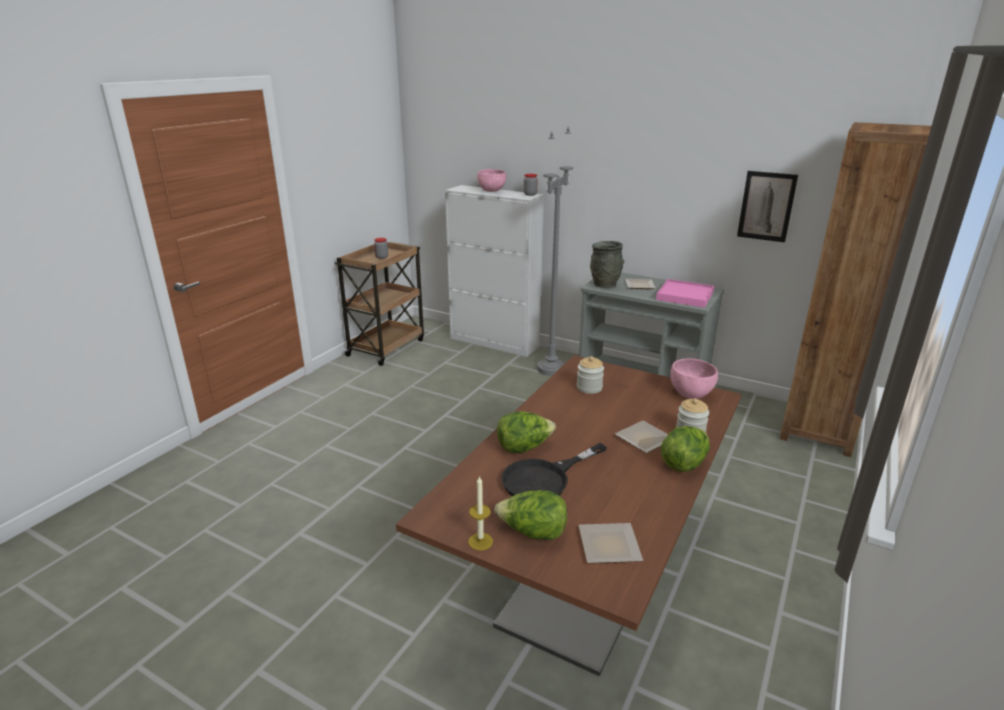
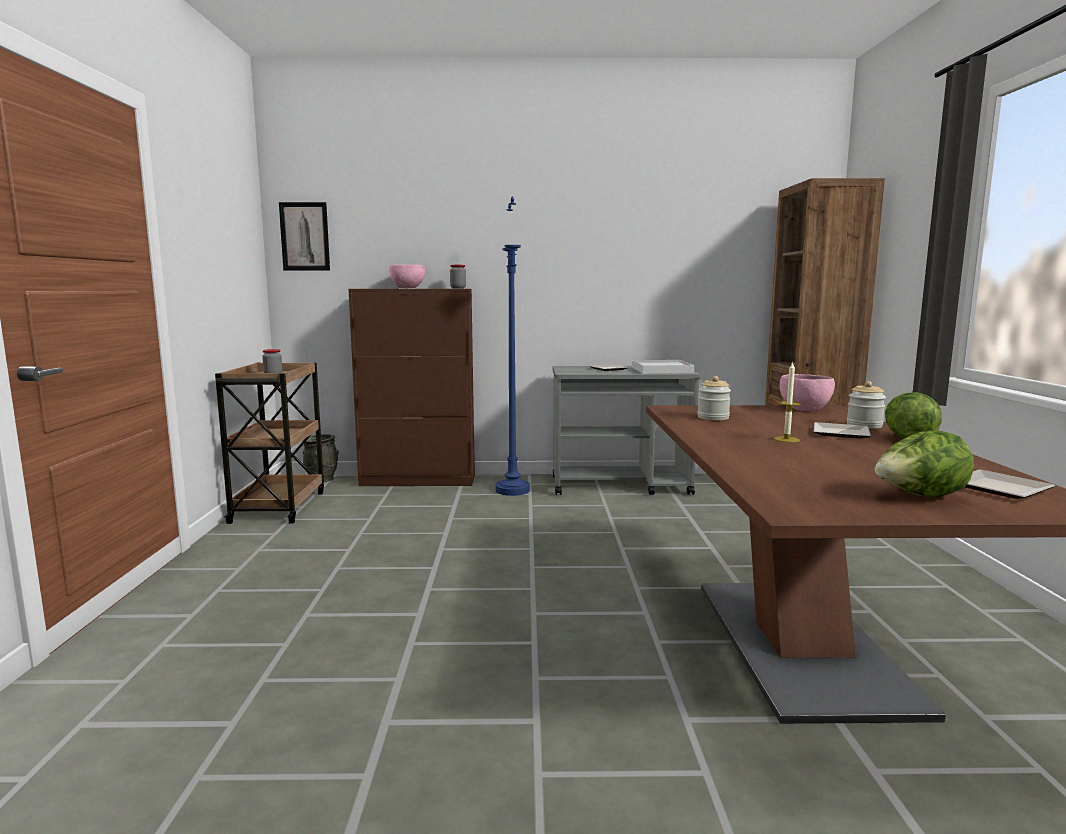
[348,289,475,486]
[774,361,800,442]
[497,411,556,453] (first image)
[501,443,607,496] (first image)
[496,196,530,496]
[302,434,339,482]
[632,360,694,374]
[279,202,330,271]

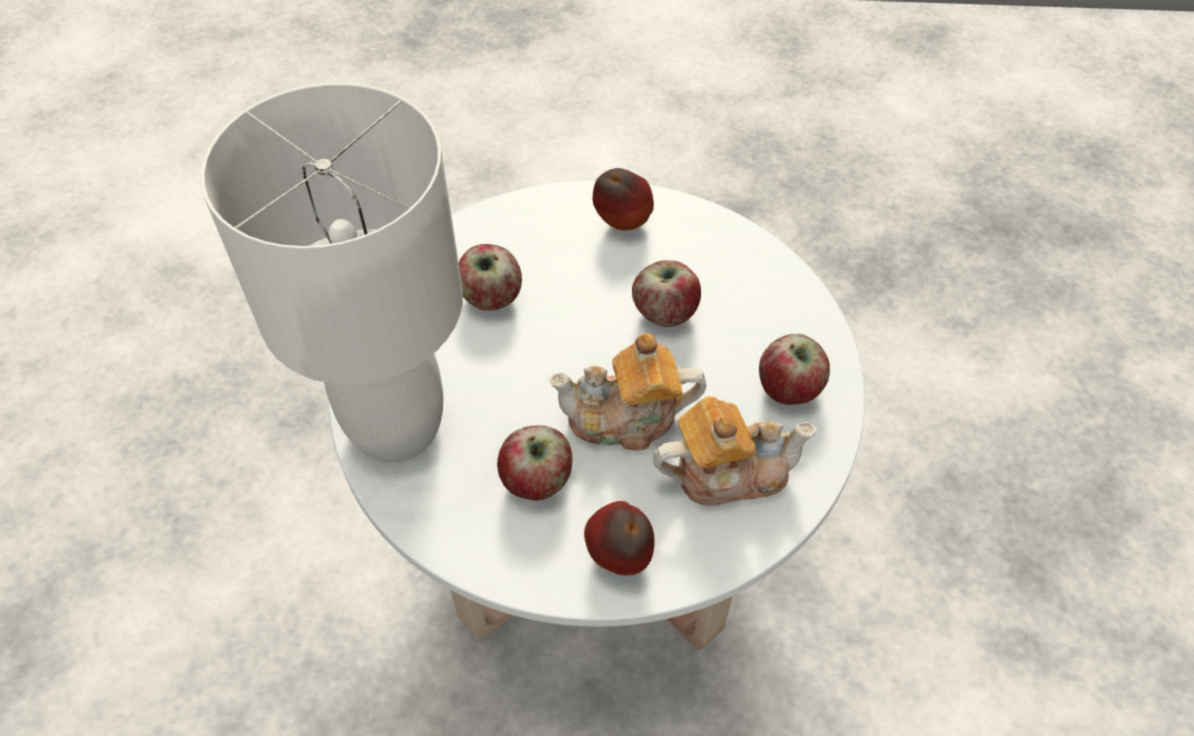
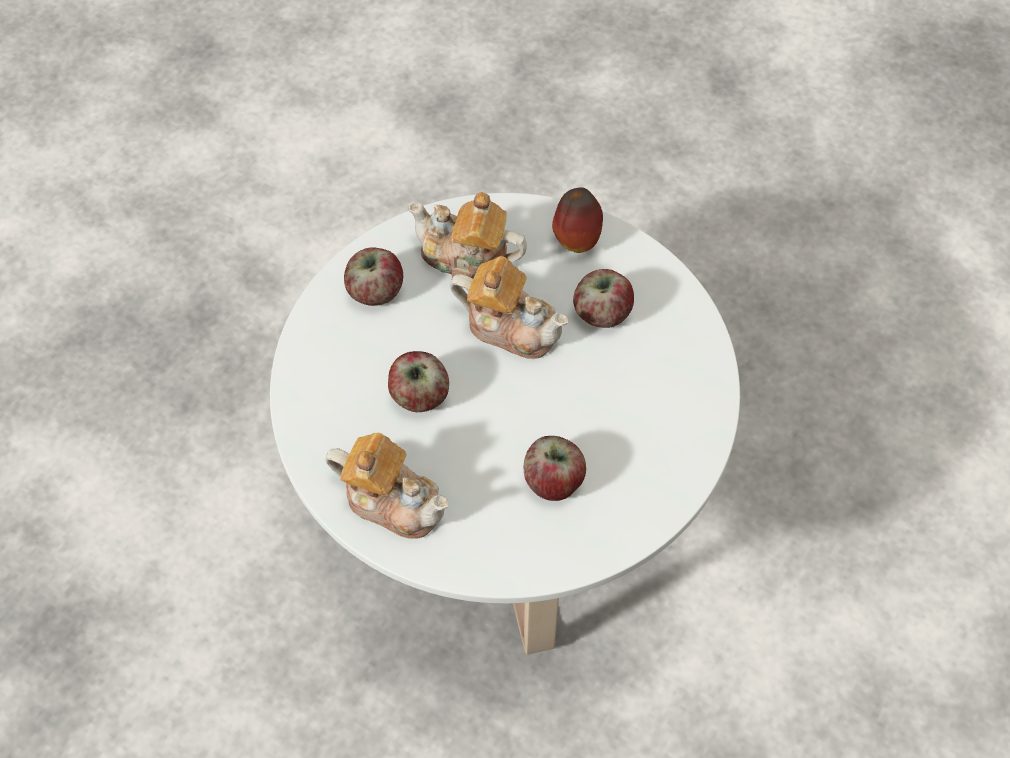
[201,83,463,462] (first image)
[326,433,448,539]

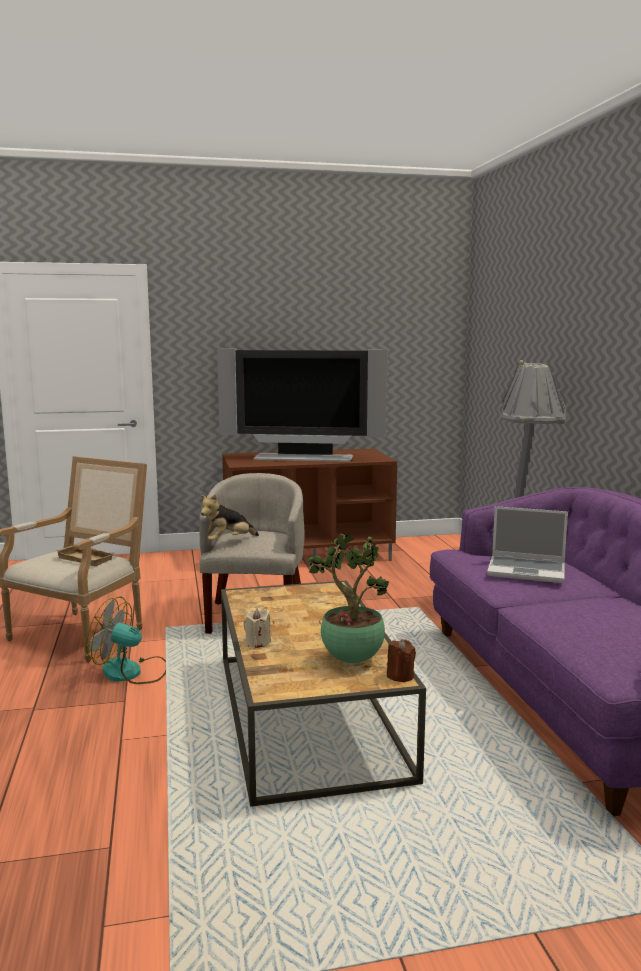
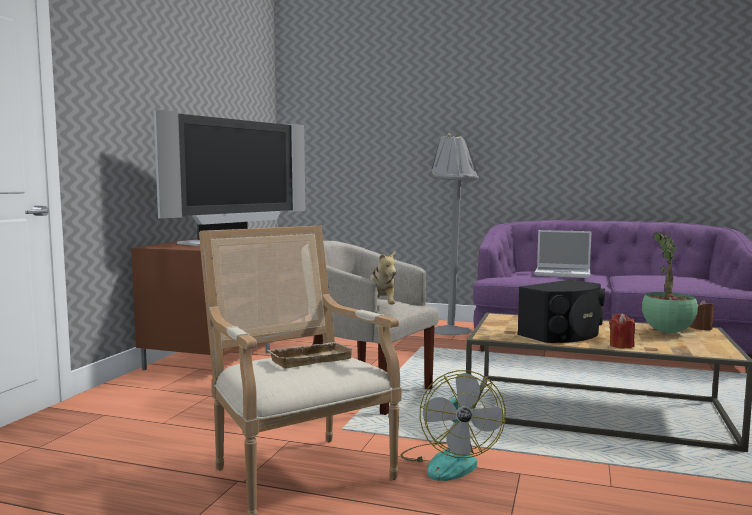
[401,370,506,481]
[609,313,635,348]
[535,230,592,278]
[517,280,605,343]

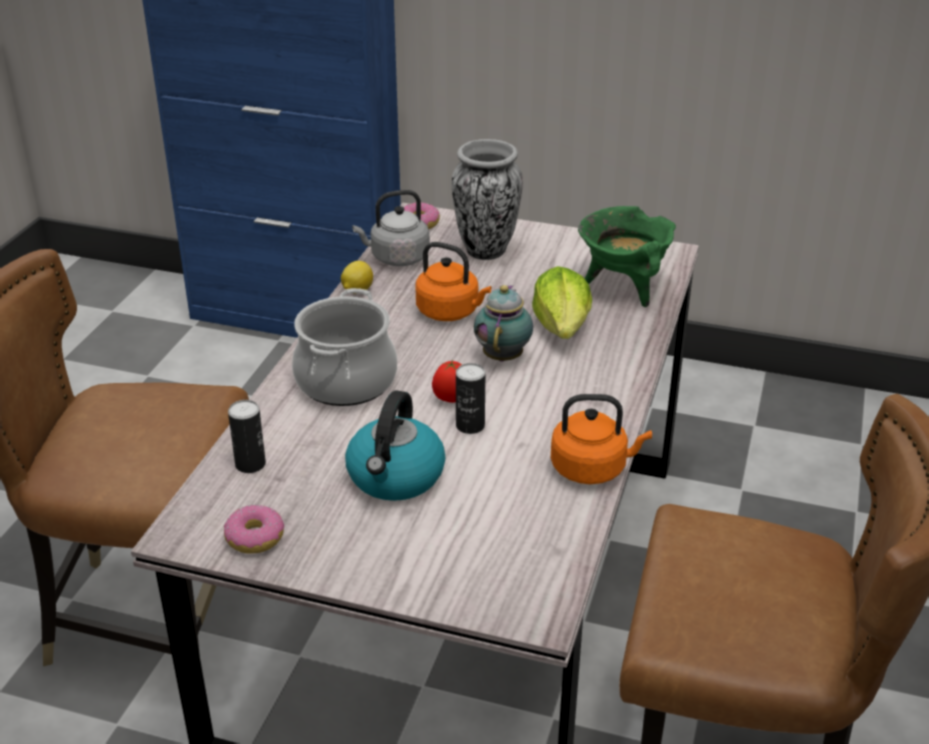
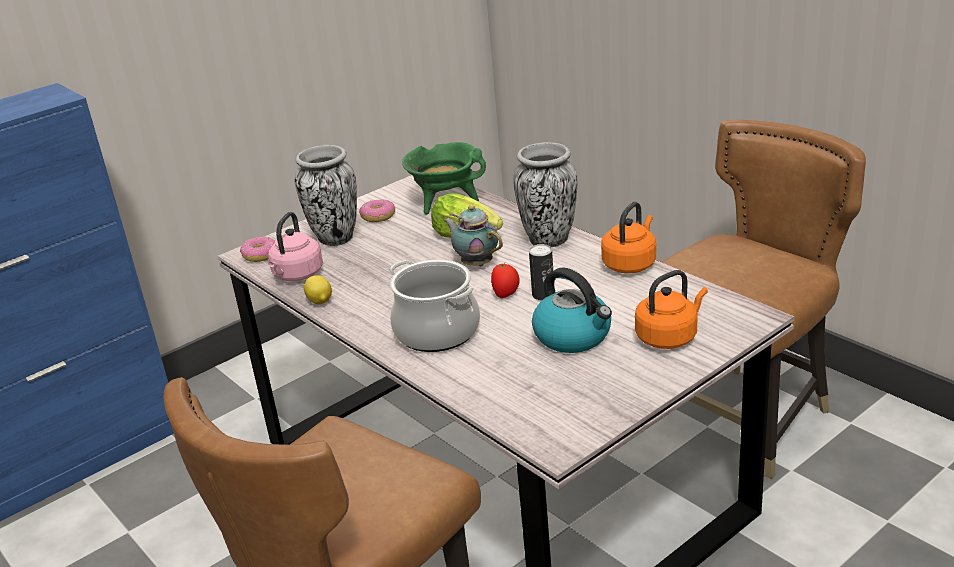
[359,199,395,222]
[228,400,266,473] (first image)
[268,212,323,281]
[635,270,708,349]
[513,142,577,247]

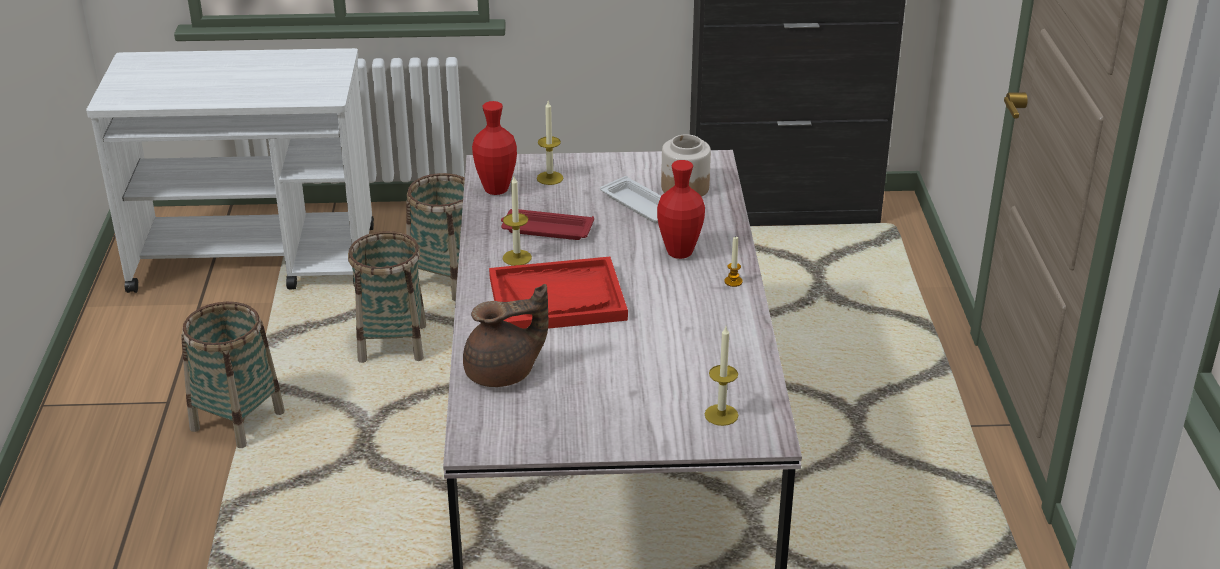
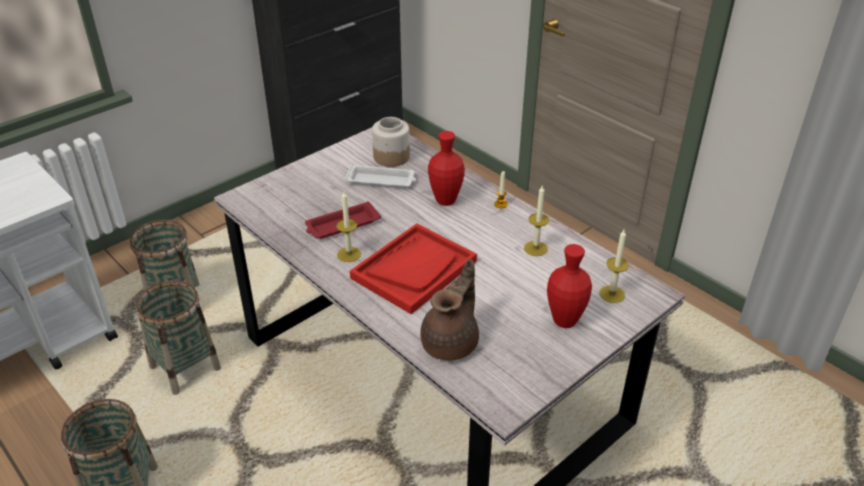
[547,244,592,328]
[524,186,549,256]

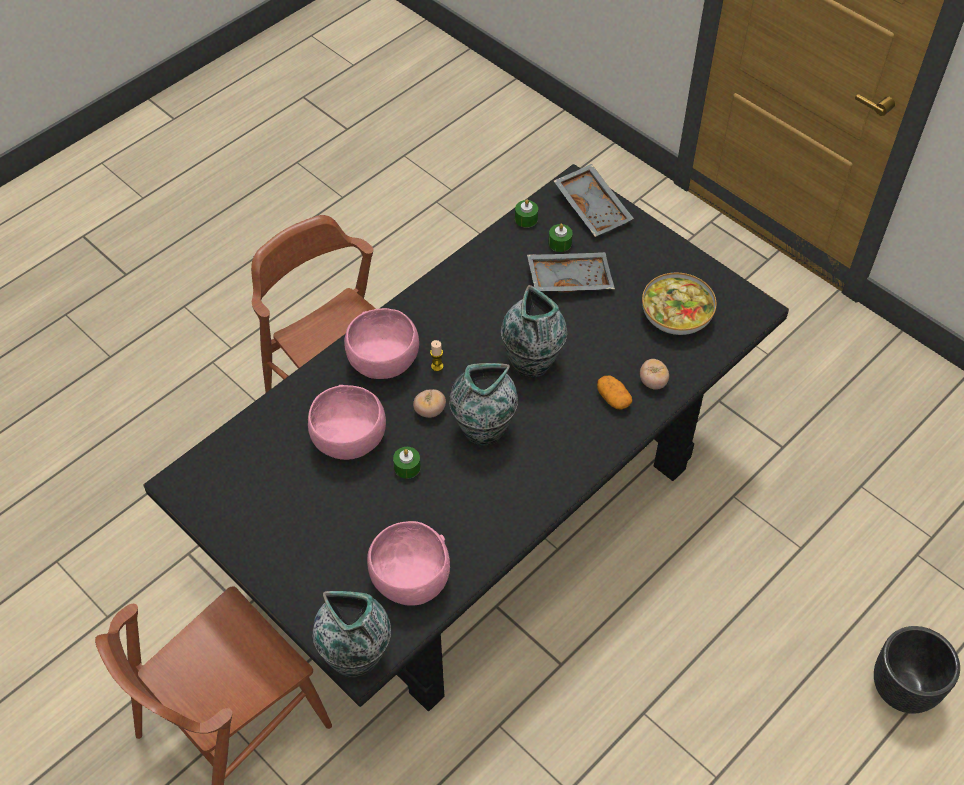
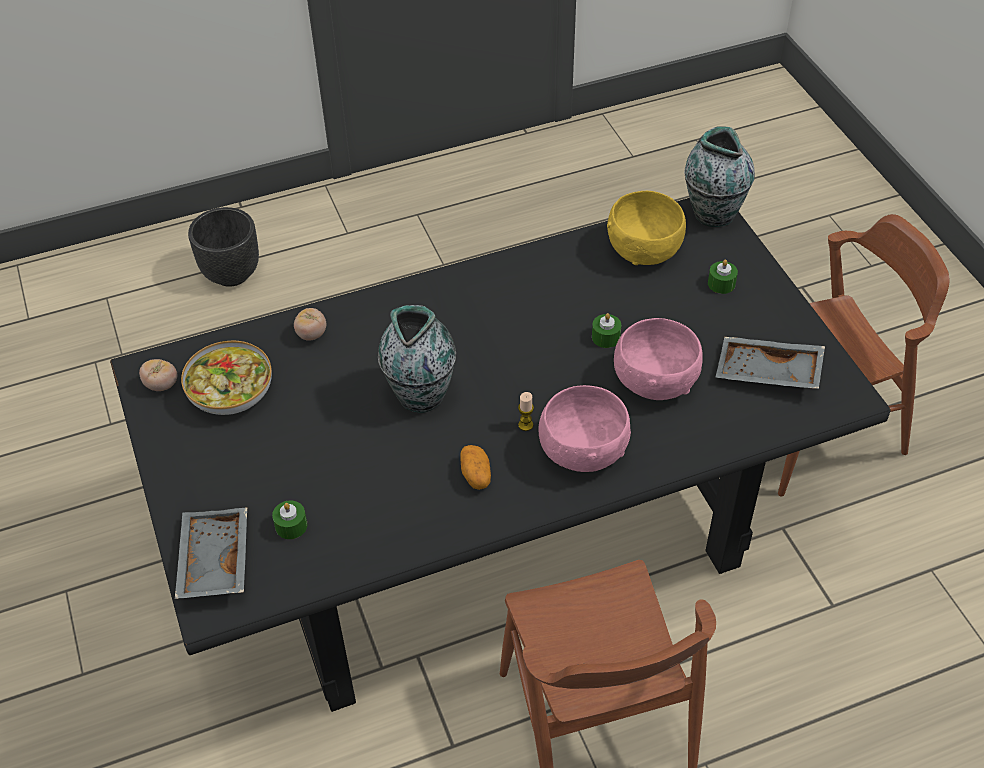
[607,191,686,265]
[139,359,177,391]
[449,363,518,445] (first image)
[708,260,738,294]
[715,337,825,389]
[460,445,491,490]

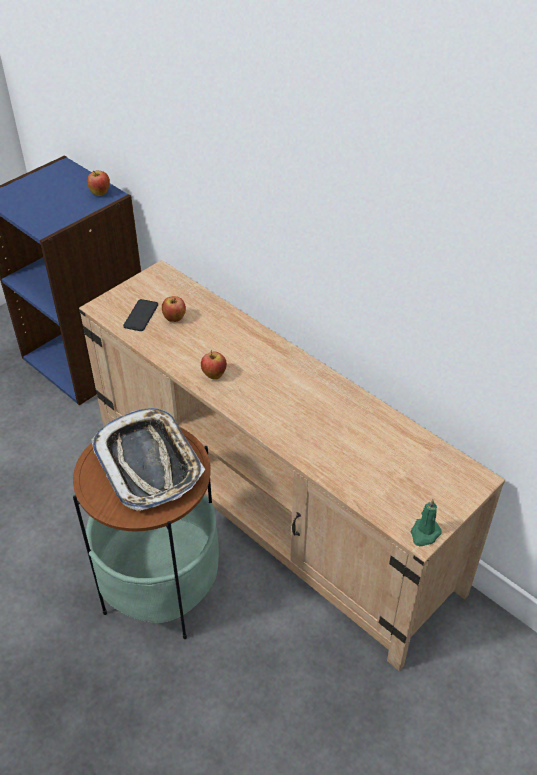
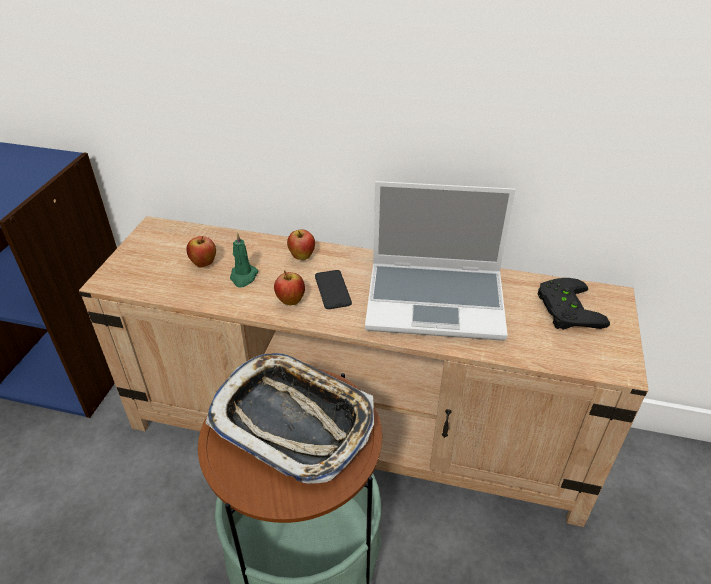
[287,230,315,260]
[315,270,352,309]
[230,232,258,288]
[365,181,516,340]
[537,278,610,330]

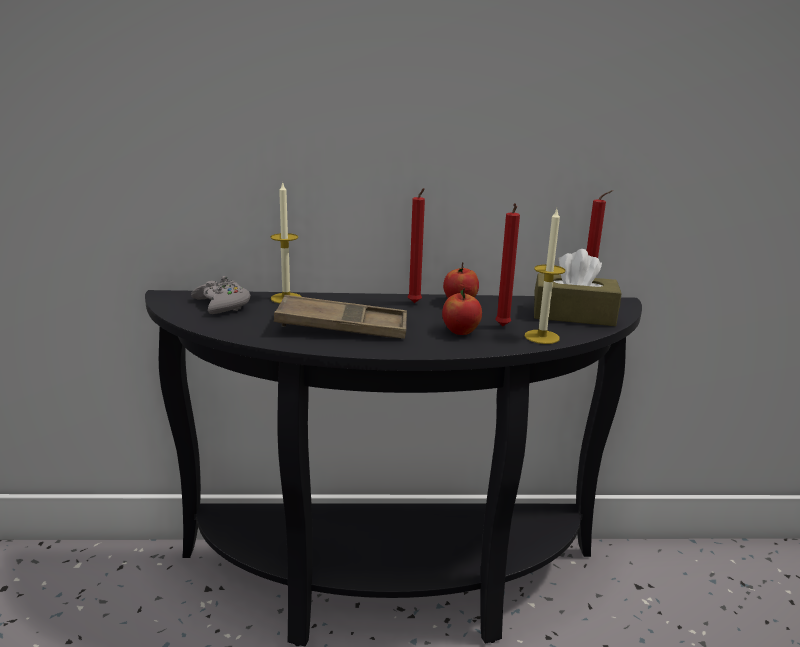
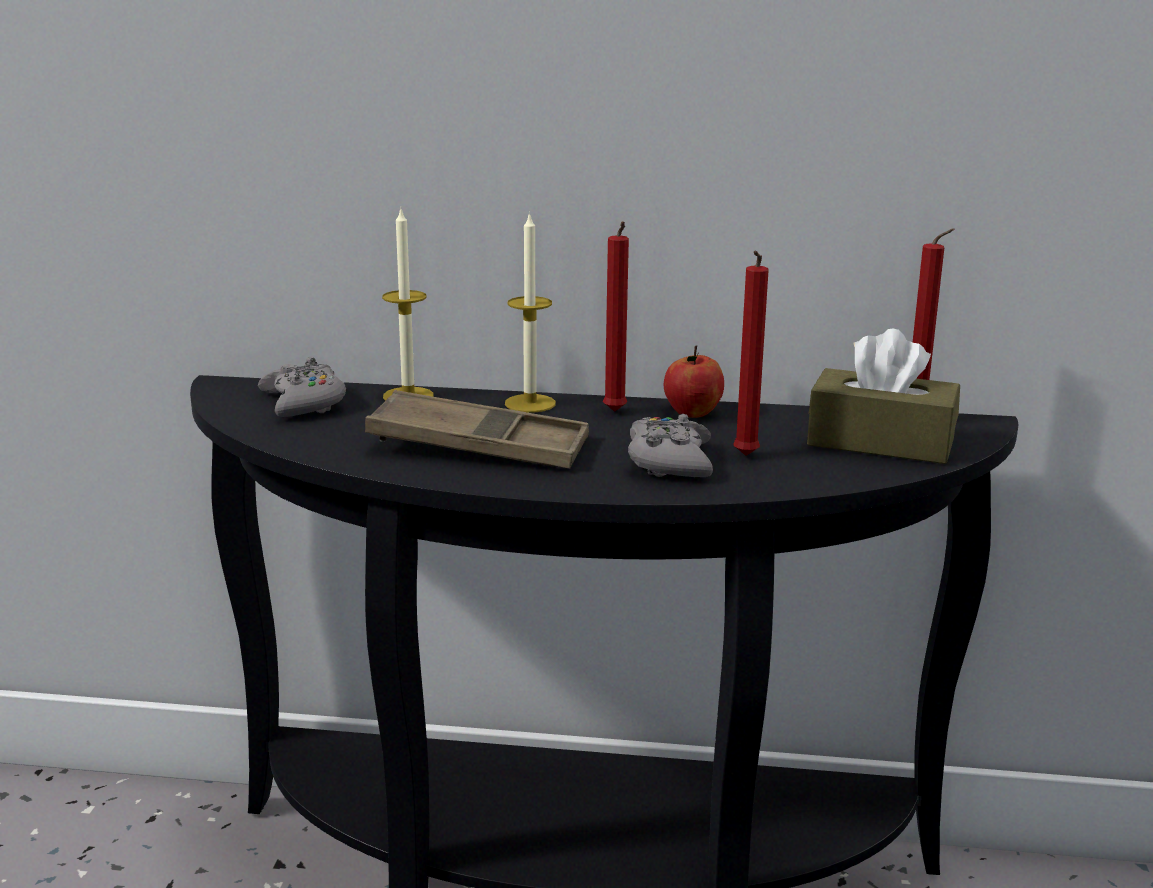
[628,414,713,477]
[505,212,556,413]

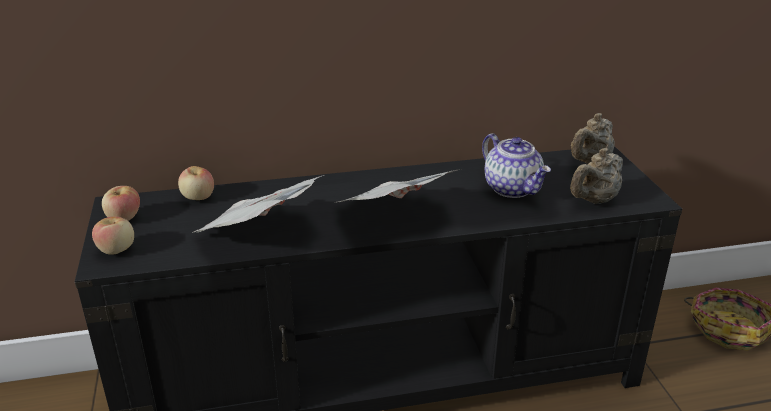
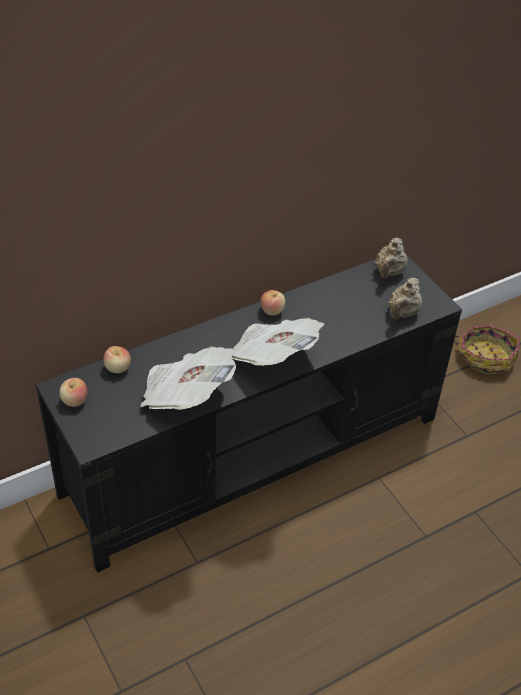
[261,290,285,315]
[482,133,551,198] (first image)

